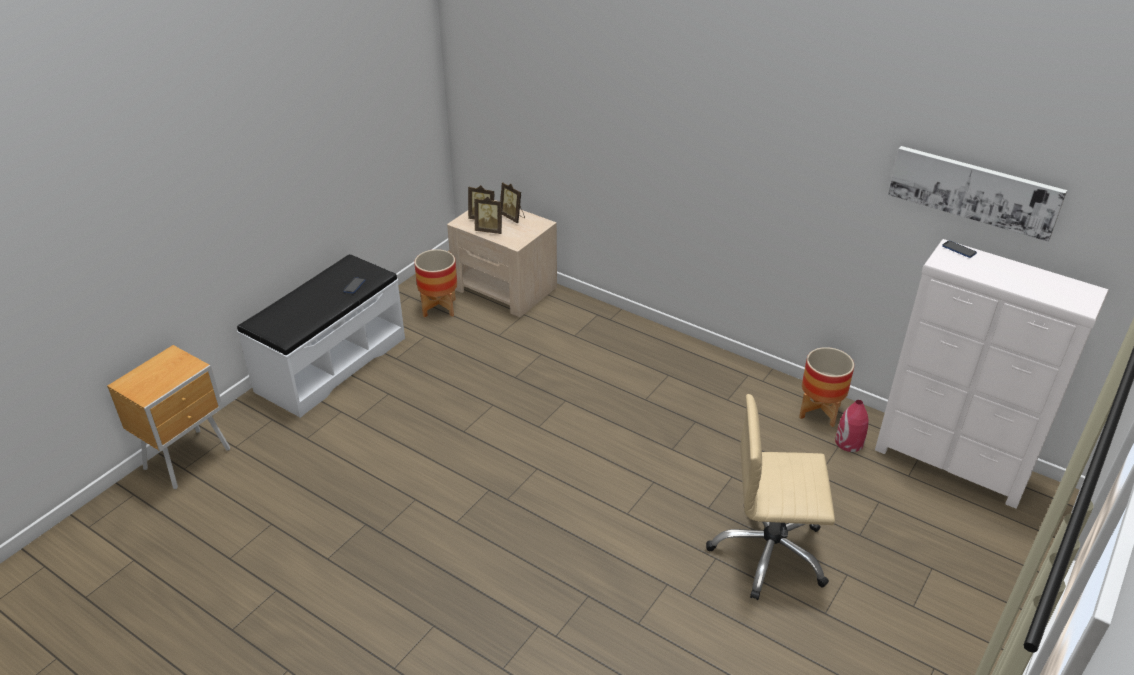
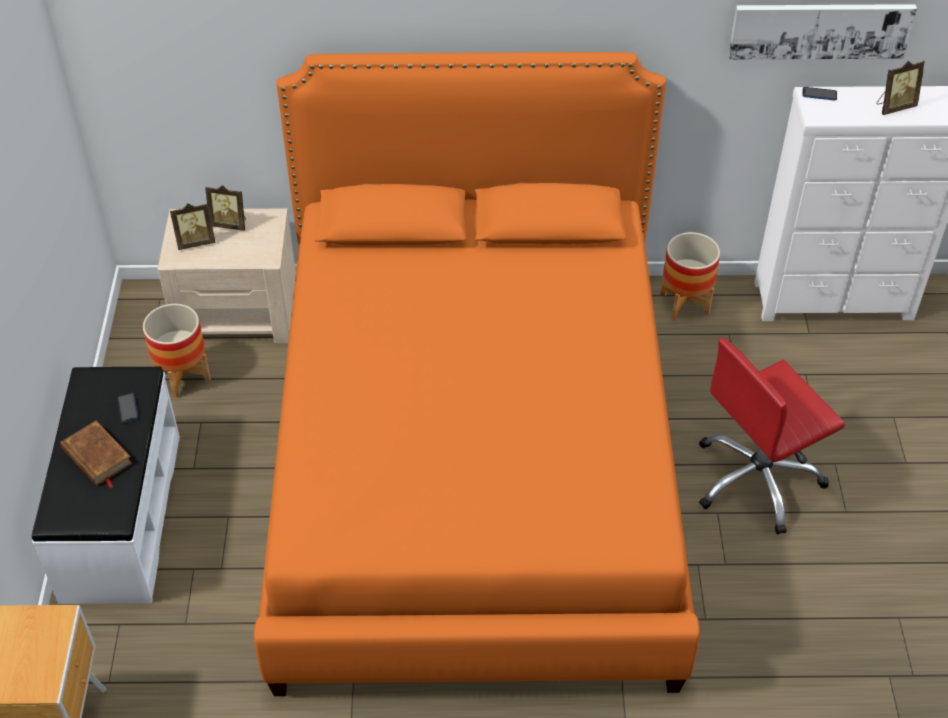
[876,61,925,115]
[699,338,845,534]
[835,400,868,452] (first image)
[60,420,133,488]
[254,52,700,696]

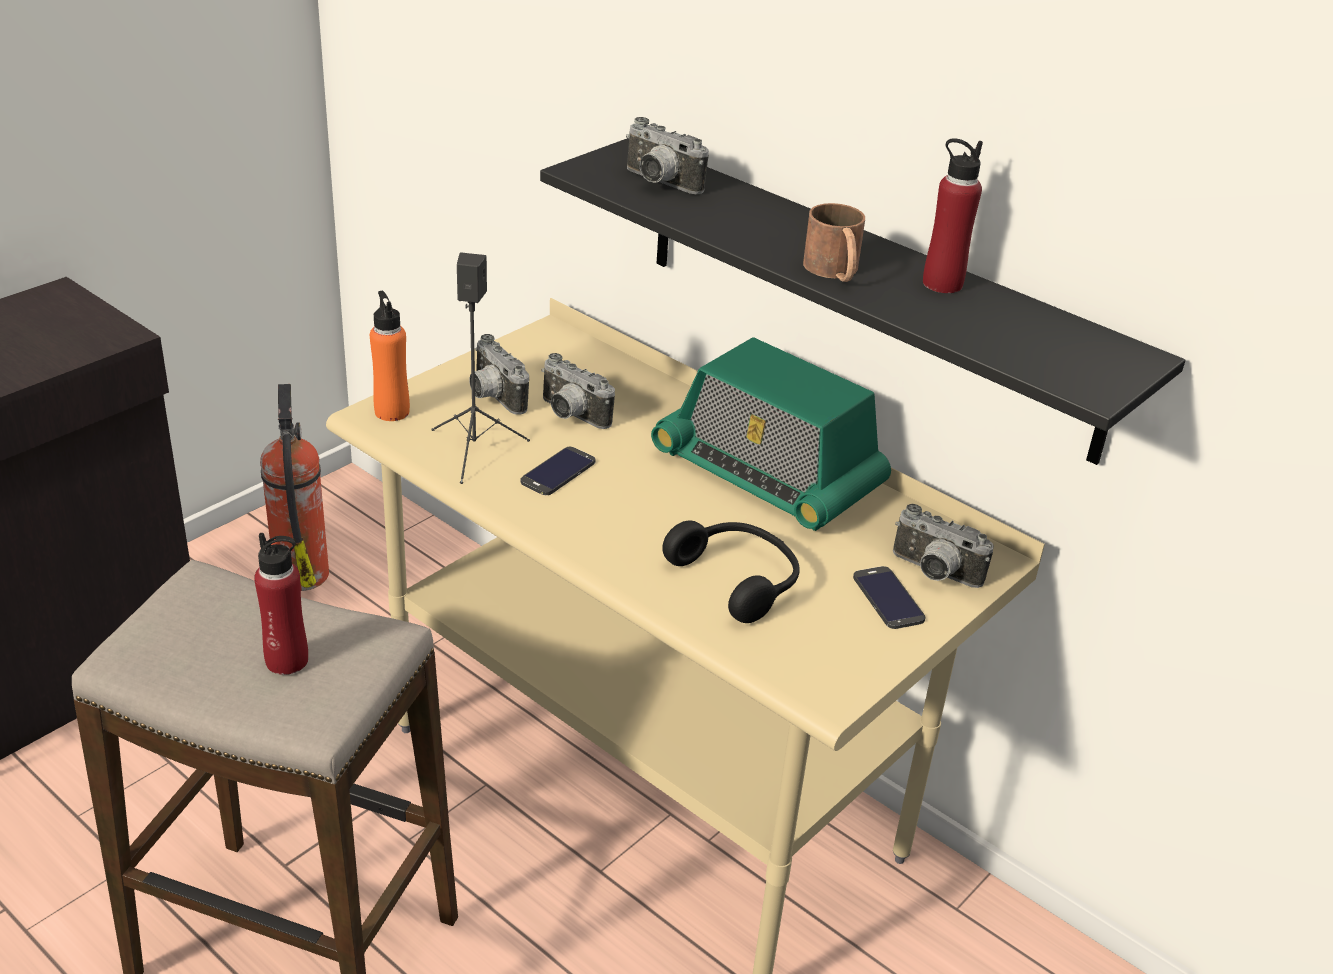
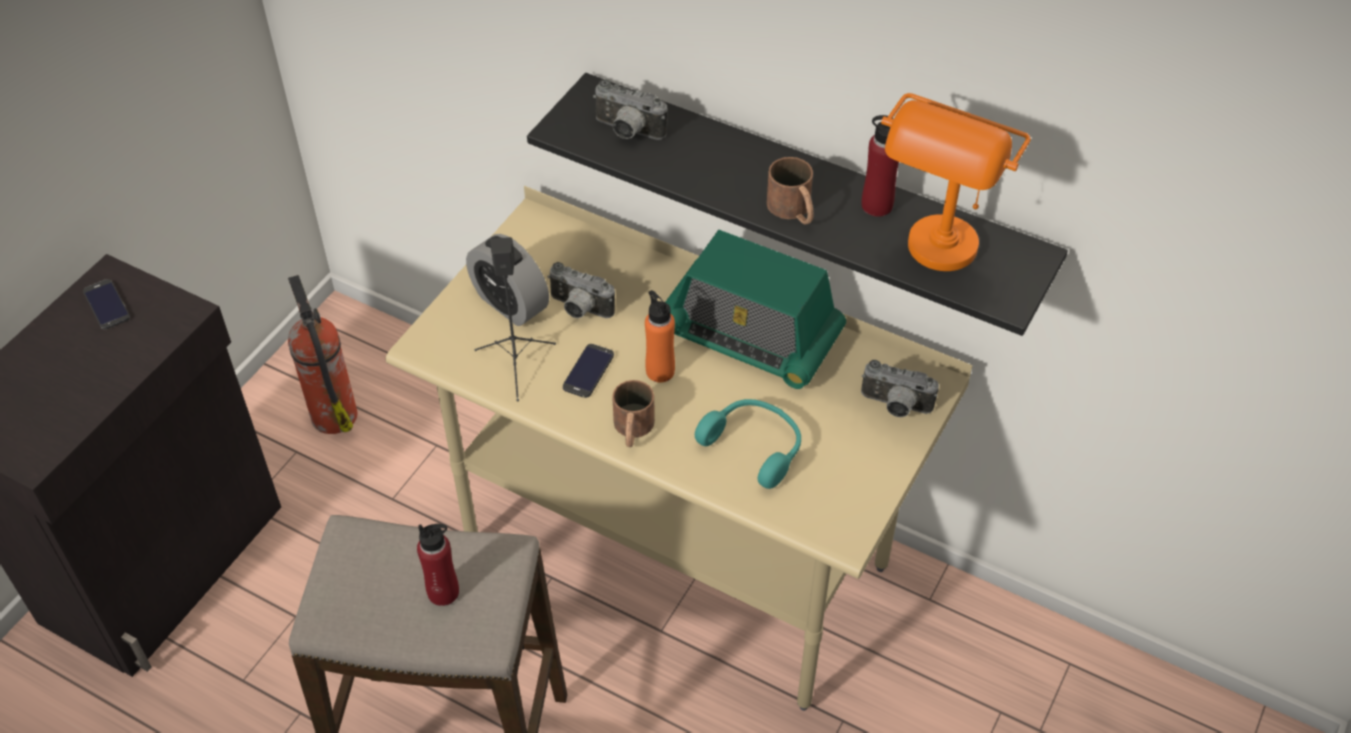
[645,290,675,382]
[466,234,549,326]
[695,399,801,489]
[83,279,130,329]
[612,380,655,447]
[881,93,1031,271]

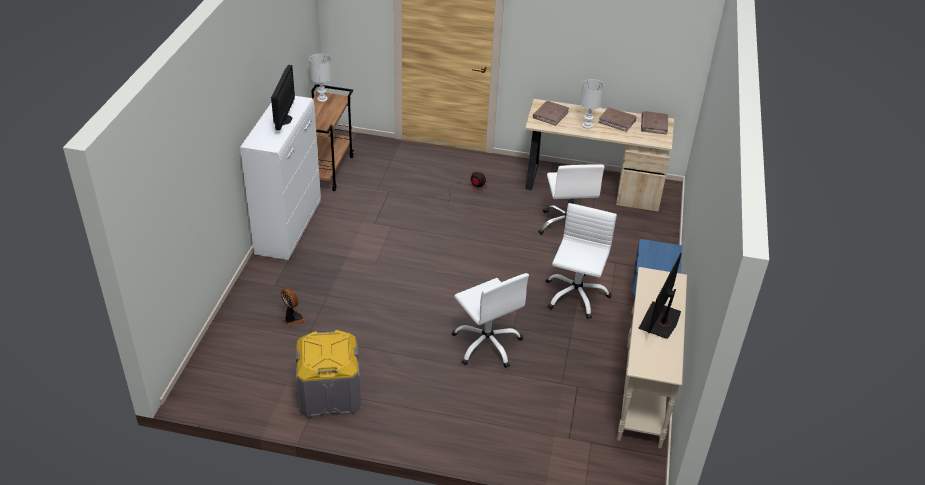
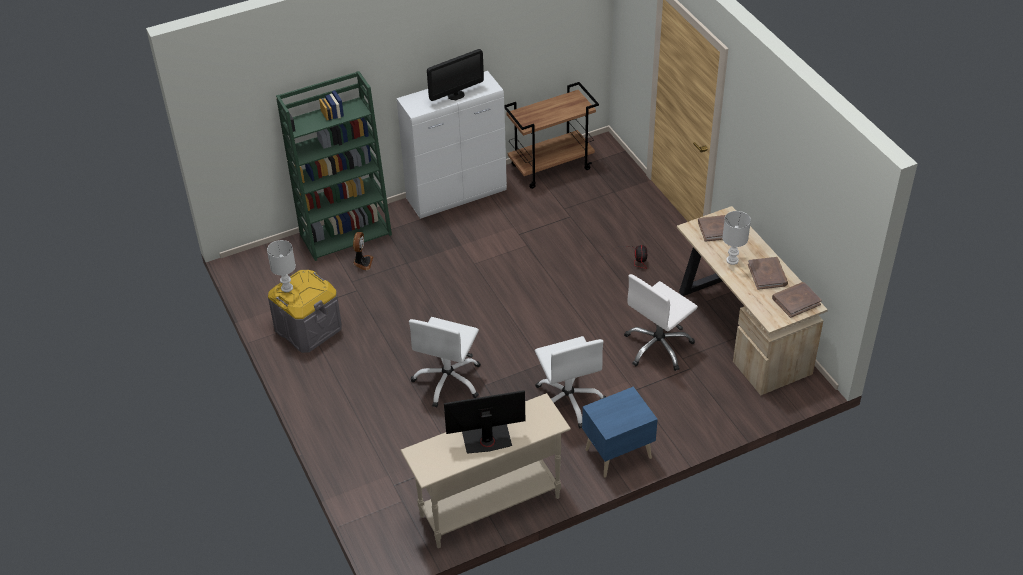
[267,240,296,292]
[535,336,606,429]
[276,71,392,261]

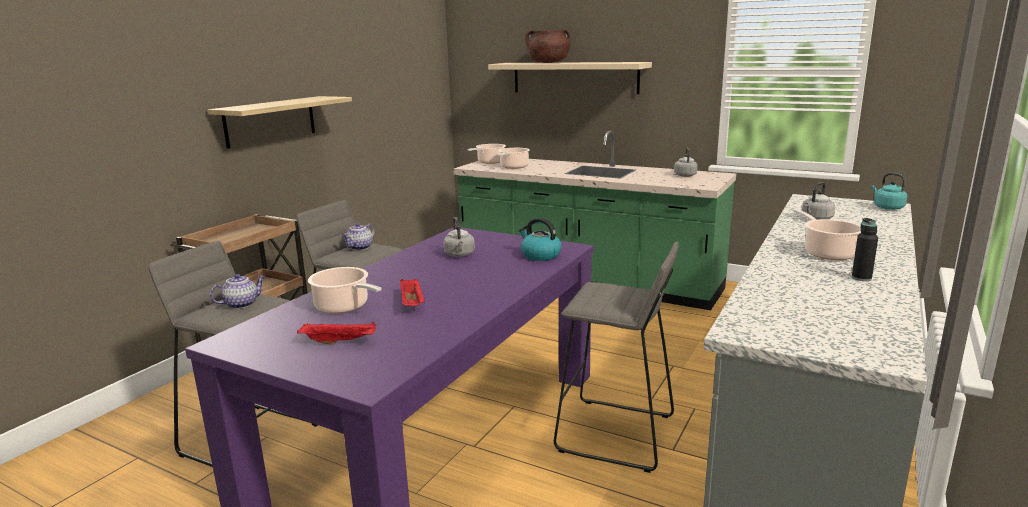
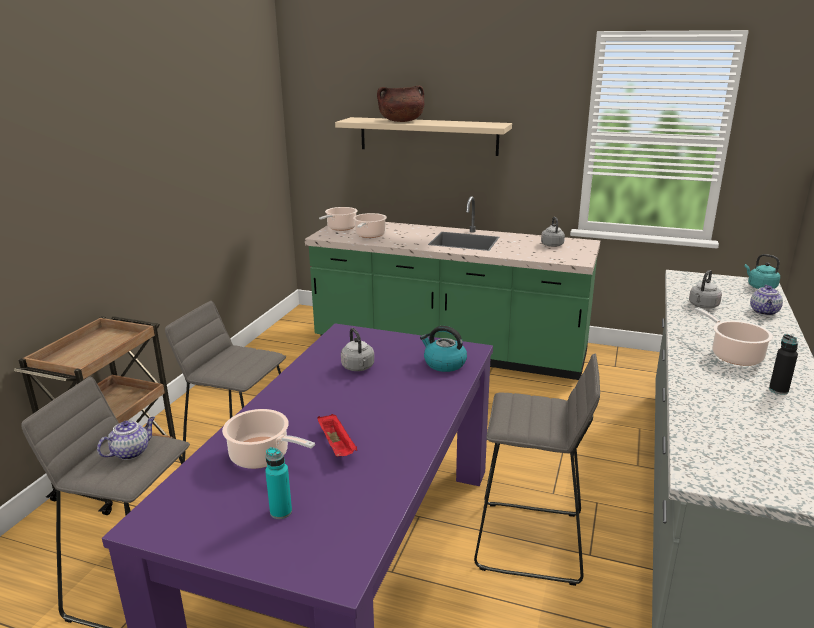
[207,96,352,149] (first image)
[265,447,292,519]
[750,285,783,315]

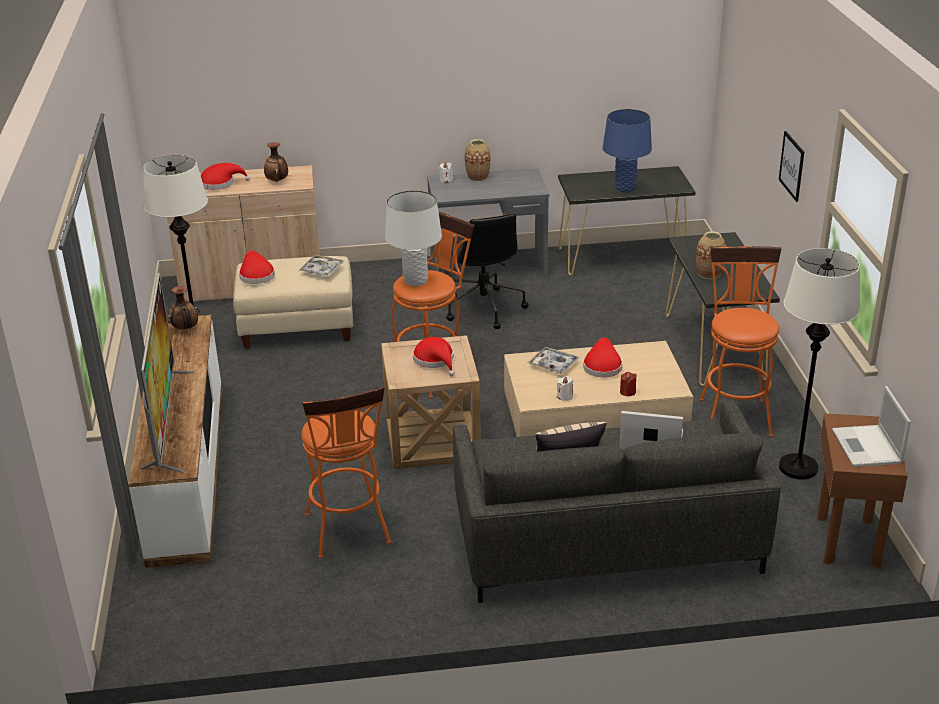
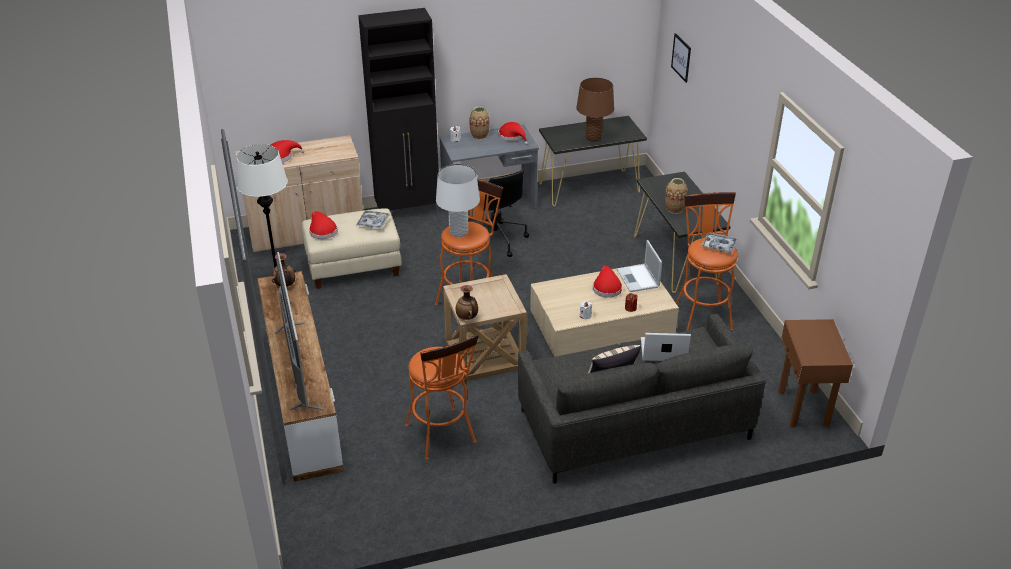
[456,285,478,320]
[498,122,528,145]
[701,232,738,254]
[576,77,614,142]
[671,33,691,83]
[779,248,860,480] (first image)
[617,240,662,292]
[358,8,439,214]

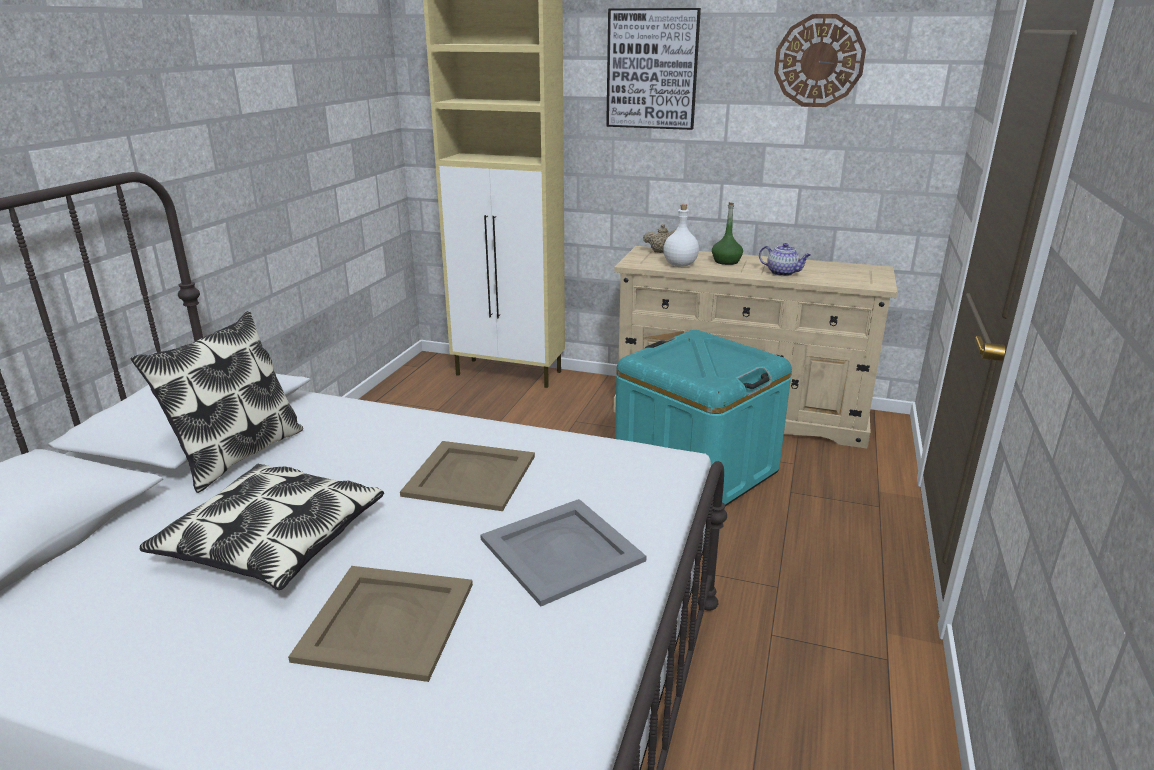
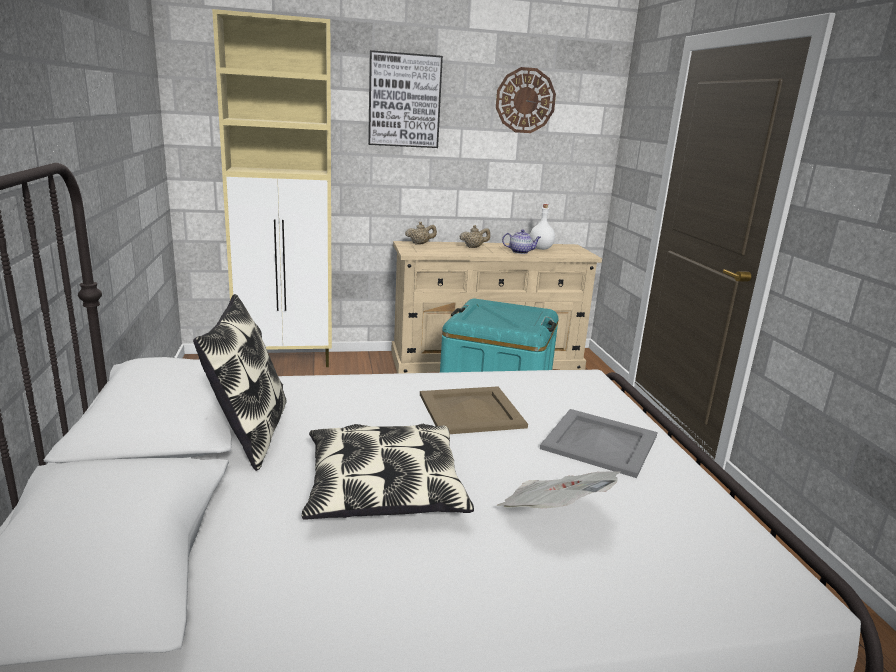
[496,471,620,508]
[530,204,555,250]
[459,225,490,248]

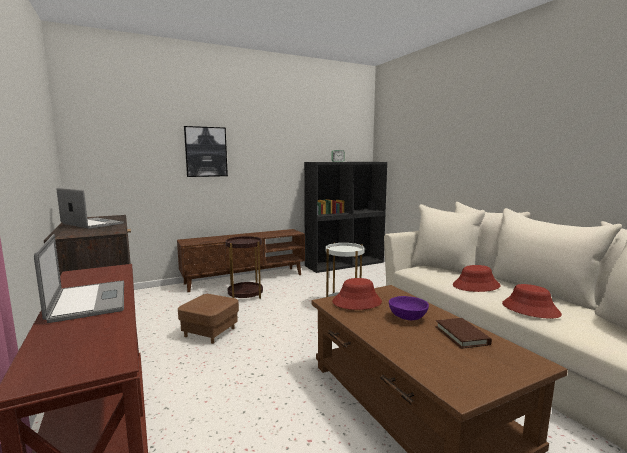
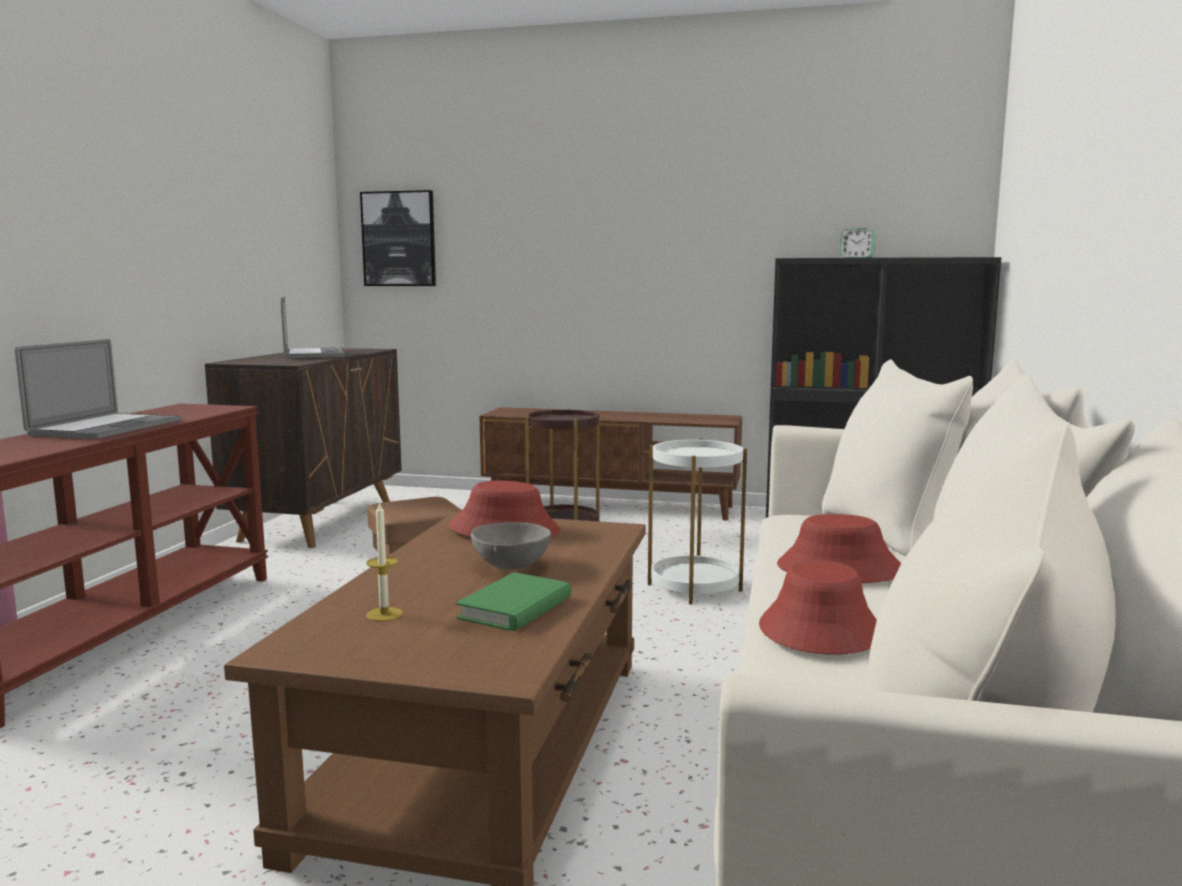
[360,190,436,286]
[471,522,551,569]
[456,572,571,631]
[366,501,403,621]

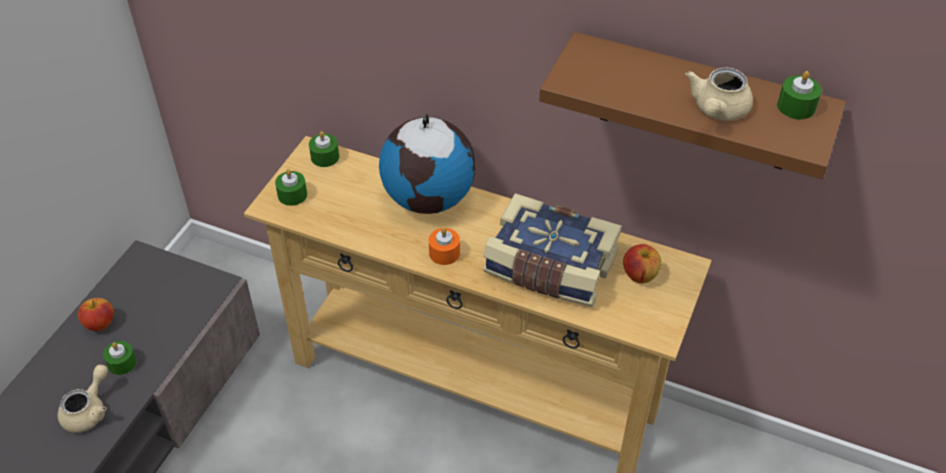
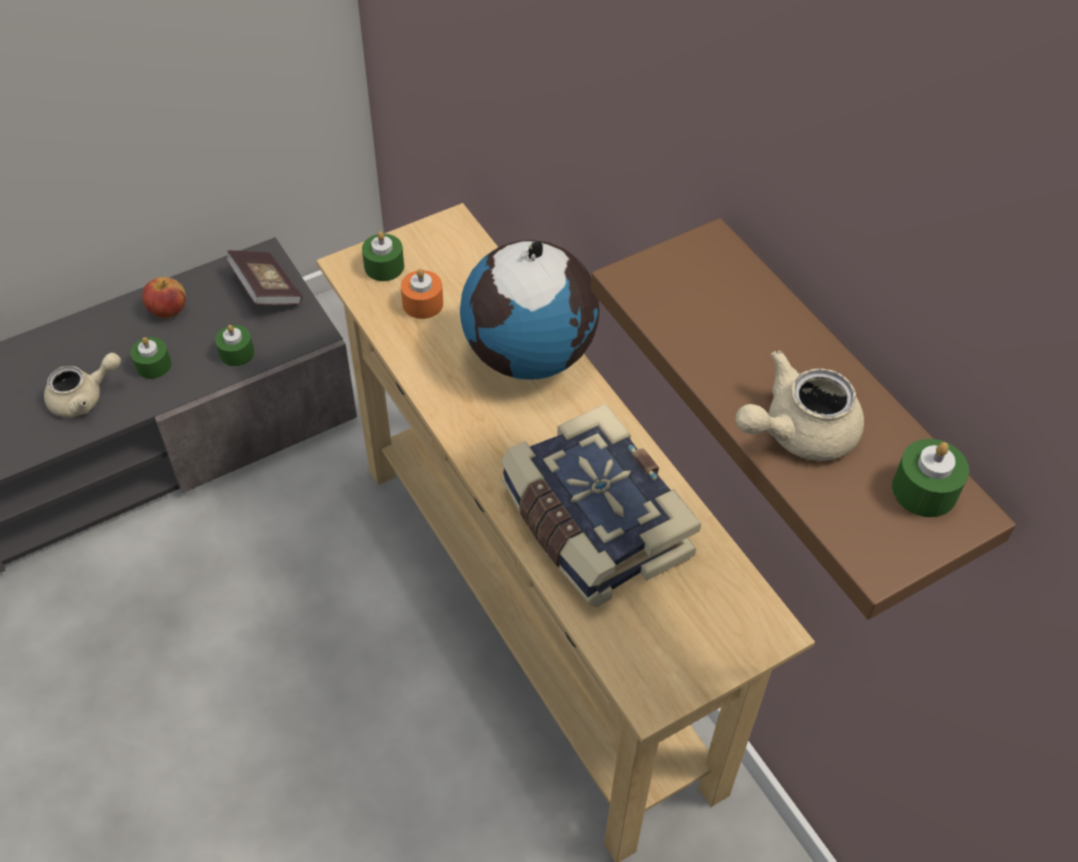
[215,325,254,366]
[401,269,443,319]
[623,244,662,284] (first image)
[225,250,302,305]

